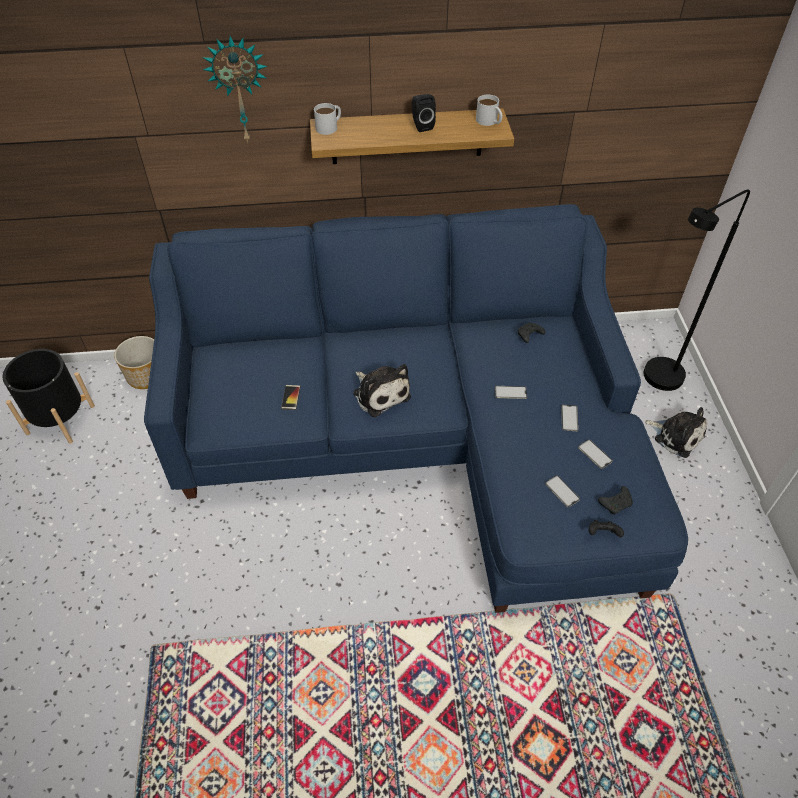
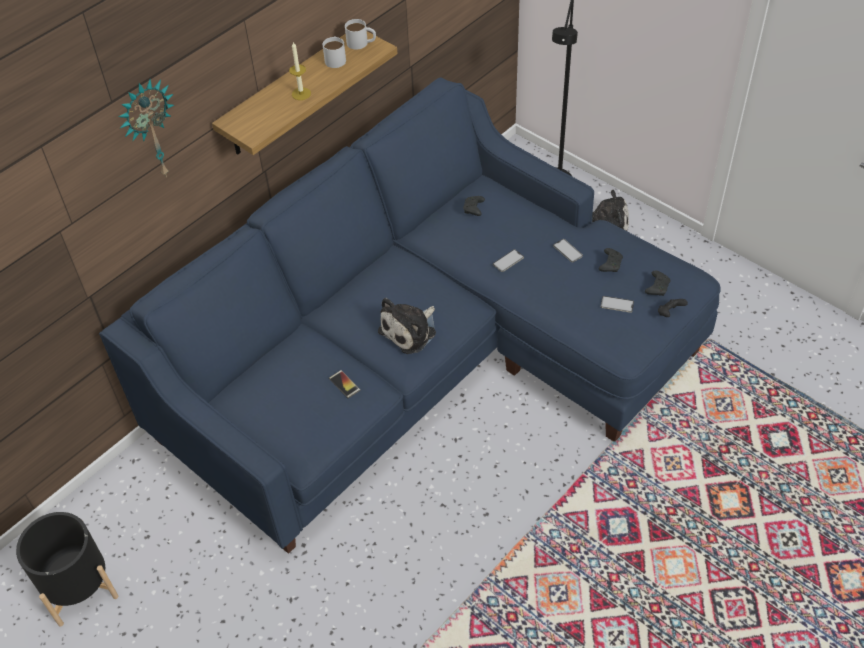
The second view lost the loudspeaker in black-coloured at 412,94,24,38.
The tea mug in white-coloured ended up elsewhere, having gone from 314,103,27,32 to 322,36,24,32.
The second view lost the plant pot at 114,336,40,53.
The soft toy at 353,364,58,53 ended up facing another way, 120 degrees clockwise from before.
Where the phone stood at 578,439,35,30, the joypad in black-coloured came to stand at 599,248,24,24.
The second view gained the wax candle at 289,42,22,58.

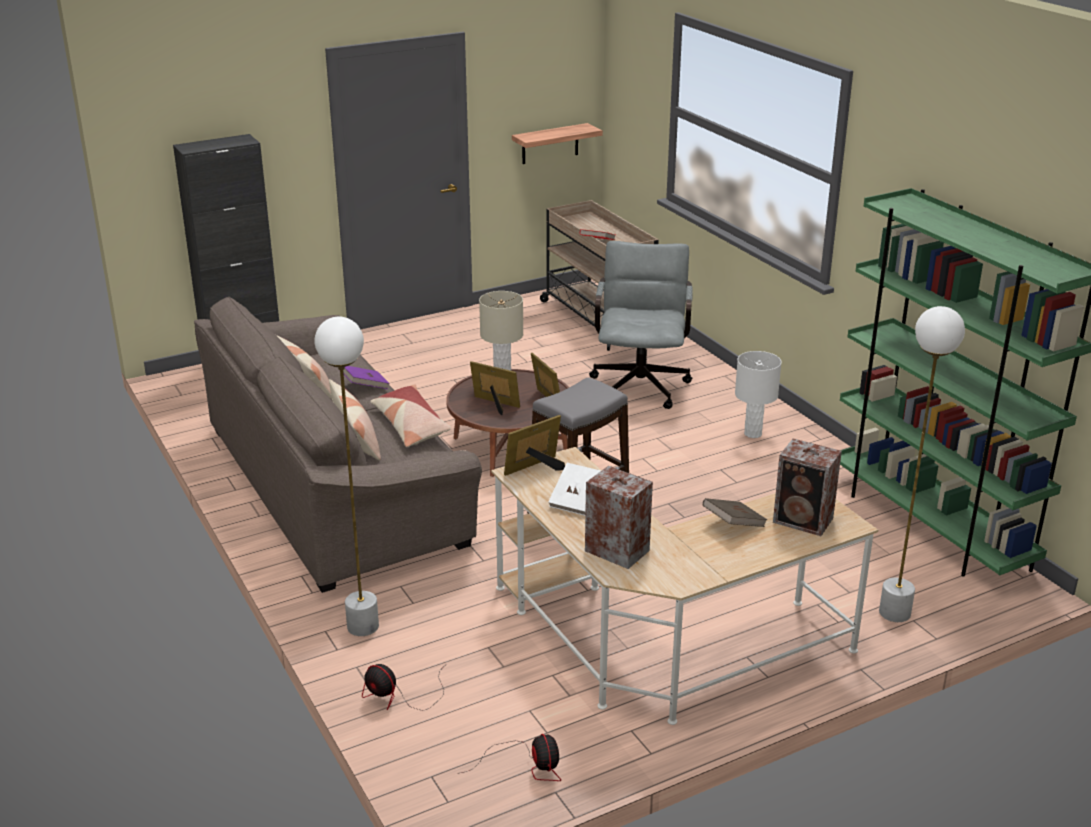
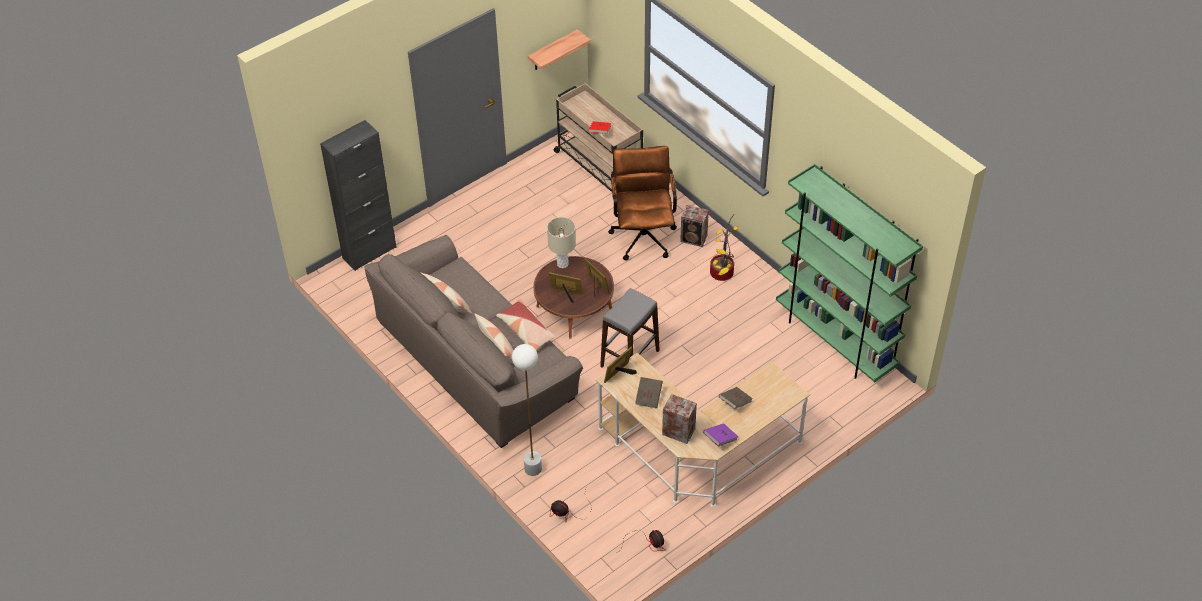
What was the computer chair in gray at 589,241,104,168 turned into the computer chair in brownish at 608,146,69,115.
The second view lost the standard lamp in white-coloured at 879,306,86,316.
Where the table lamp in white-coloured stood at 735,351,47,87, the houseplant came to stand at 710,215,28,66.
The book in purple-coloured ended up elsewhere, having gone from 343,366,47,23 to 703,423,36,24.
The loudspeaker ended up elsewhere, having gone from 773,438,69,98 to 680,205,29,42.
What was the book in white-coloured at 548,463,53,53 turned into the book in brownish at 635,377,28,31.

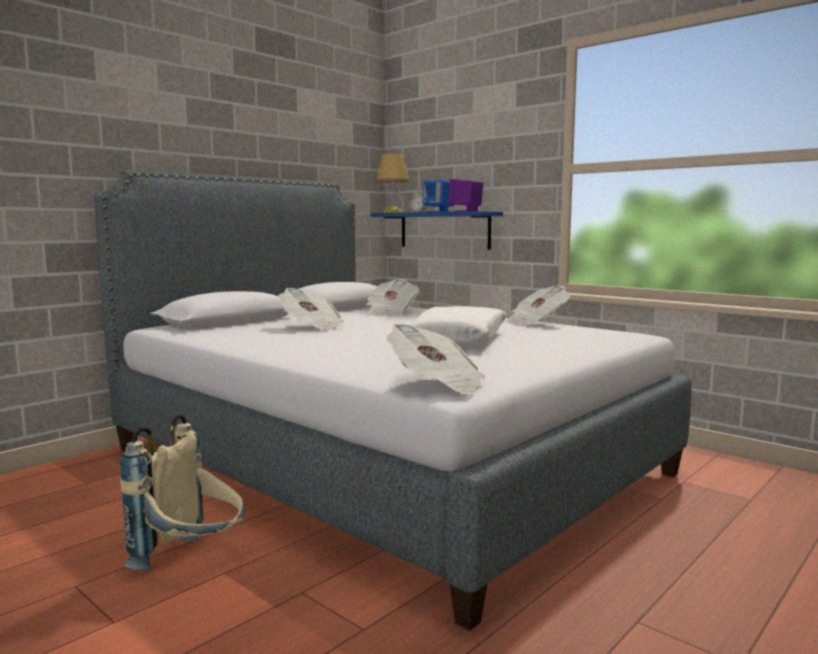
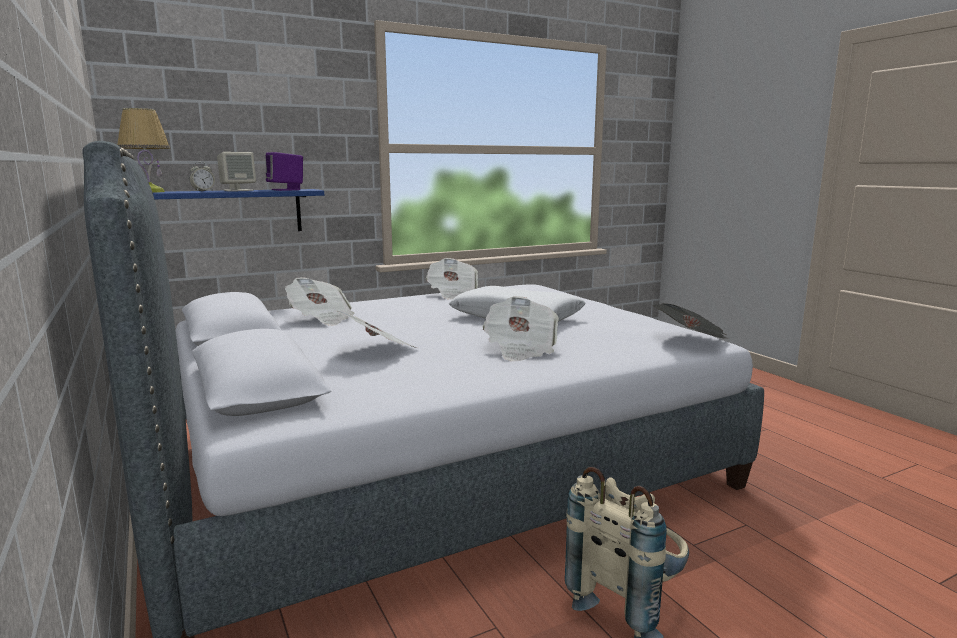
What was the loudspeaker in blue at 422,180,32,32 turned into the loudspeaker in beige at 217,152,39,39.
The second view gained the printed paper at 483,296,76,65.

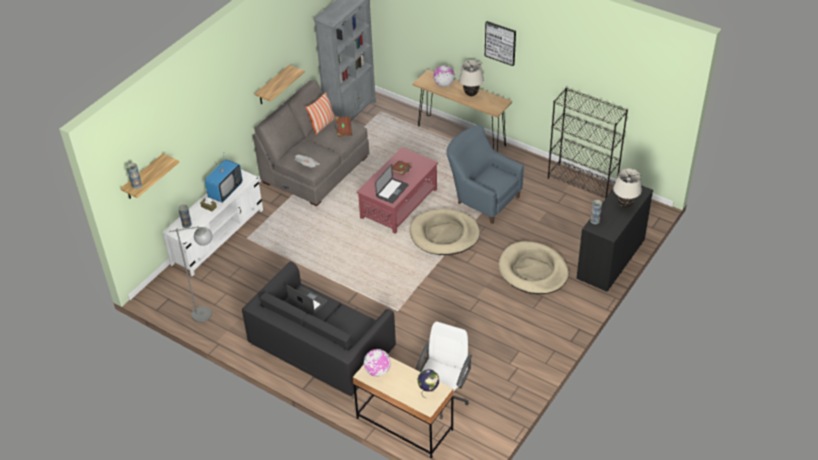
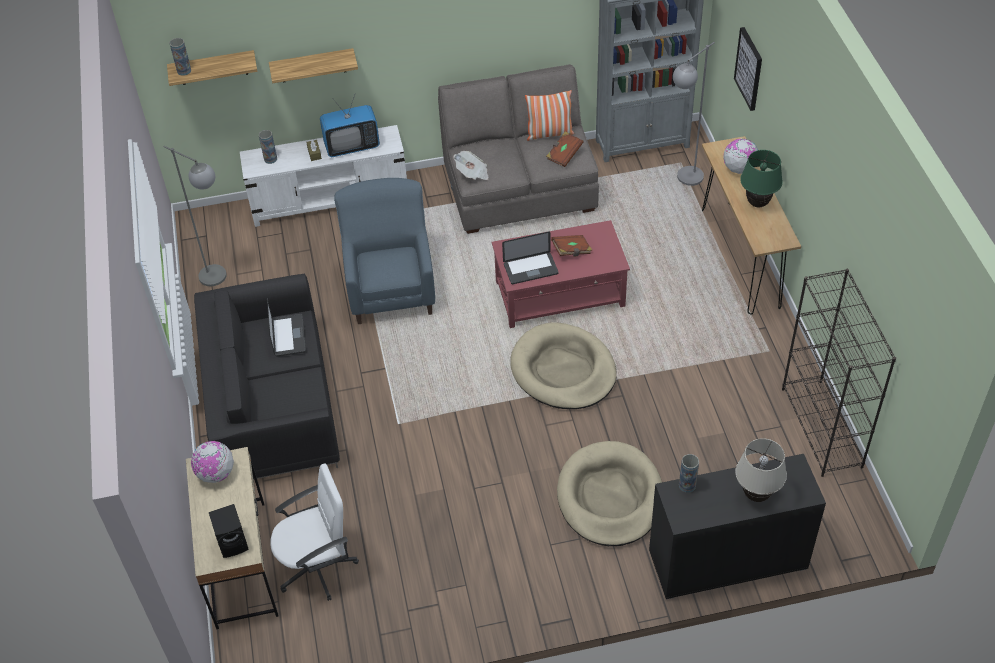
The wall art ended up elsewhere, having gone from 485,21,31,45 to 734,27,28,84.
What was the table lamp in beige at 459,60,25,36 turned into the table lamp in greenish at 740,150,43,58.
The wall shelf ended up elsewhere, having gone from 255,65,50,39 to 269,48,89,35.
The armchair in blue ended up elsewhere, having gone from 446,125,78,99 to 334,178,101,146.
Where the world globe stood at 418,369,21,29, the loudspeaker in black-coloured came to stand at 209,504,40,54.
The second view gained the standard lamp in gray at 673,42,42,144.

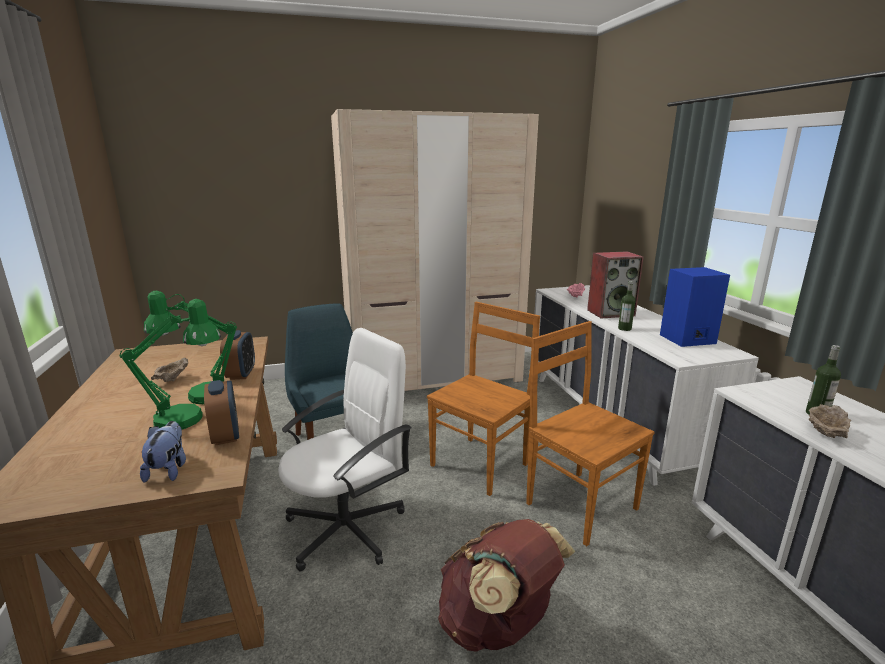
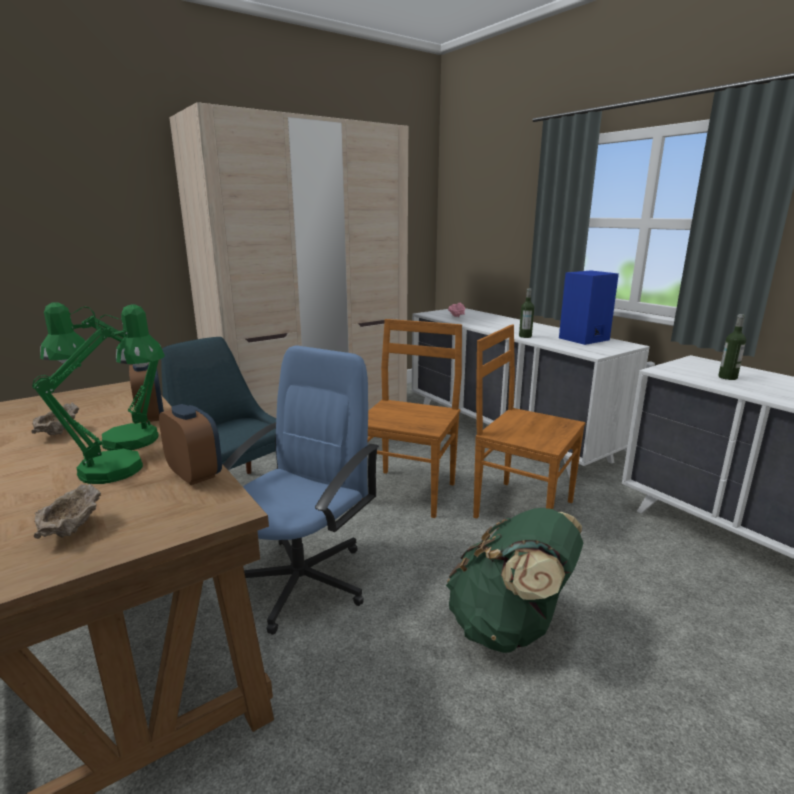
The second view lost the loudspeaker at 587,251,57,68.
What was the computer chair in white-coloured at 278,328,134,243 turned into the computer chair in blue at 223,345,156,290.
The serving bowl in beige ended up elsewhere, having gone from 809,404,43,34 to 34,484,67,55.
The second view lost the soft toy at 140,421,46,62.
What was the backpack in brownish at 438,519,138,133 turned into the backpack in greenish at 446,508,137,145.

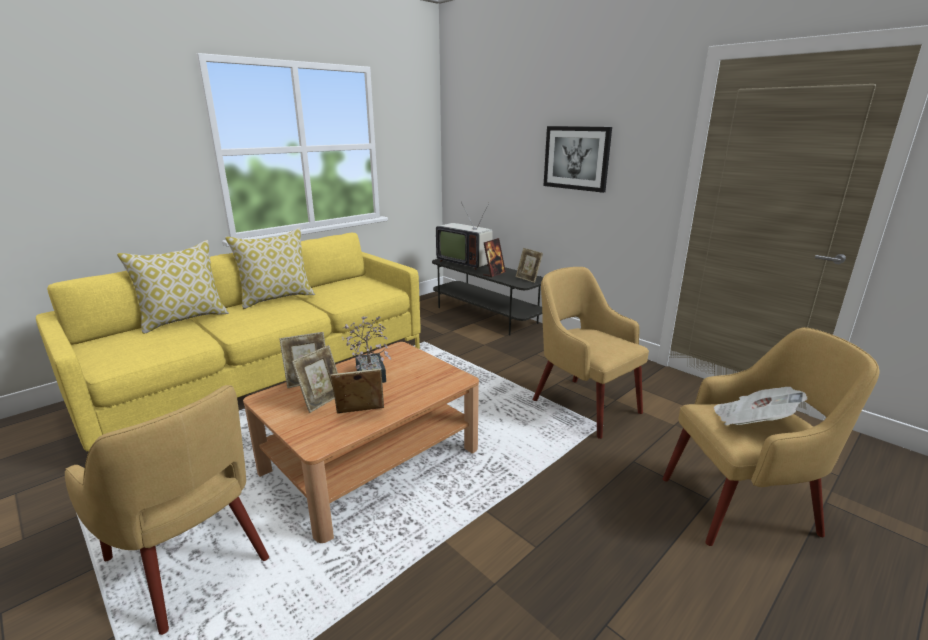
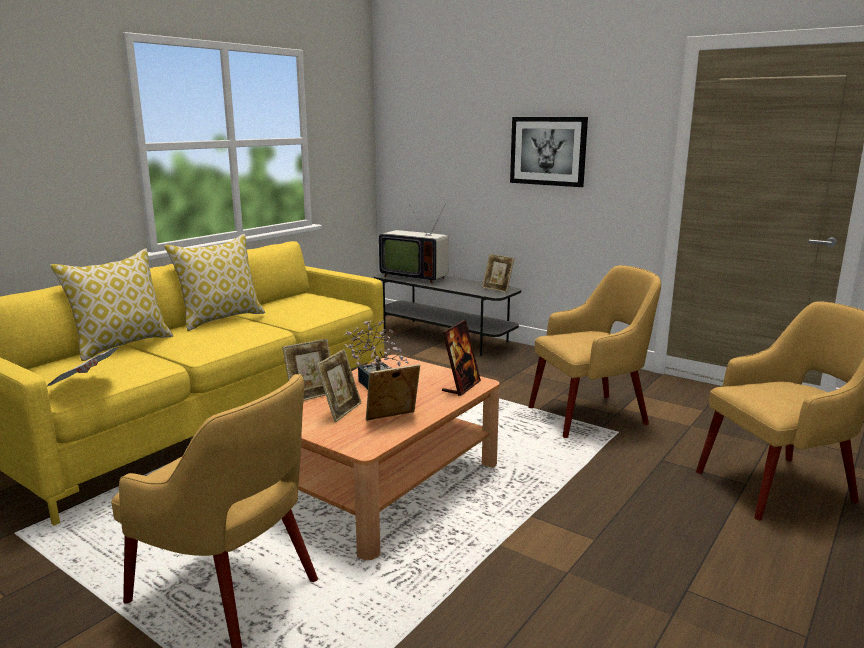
The picture frame ended up elsewhere, having gone from 483,238,23,40 to 442,320,39,76.
The armchair in yellow at 533,267,116,172 ended up facing another way, 120 degrees clockwise from before.
The printed paper ended up elsewhere, having gone from 714,387,93,38 to 47,347,72,40.

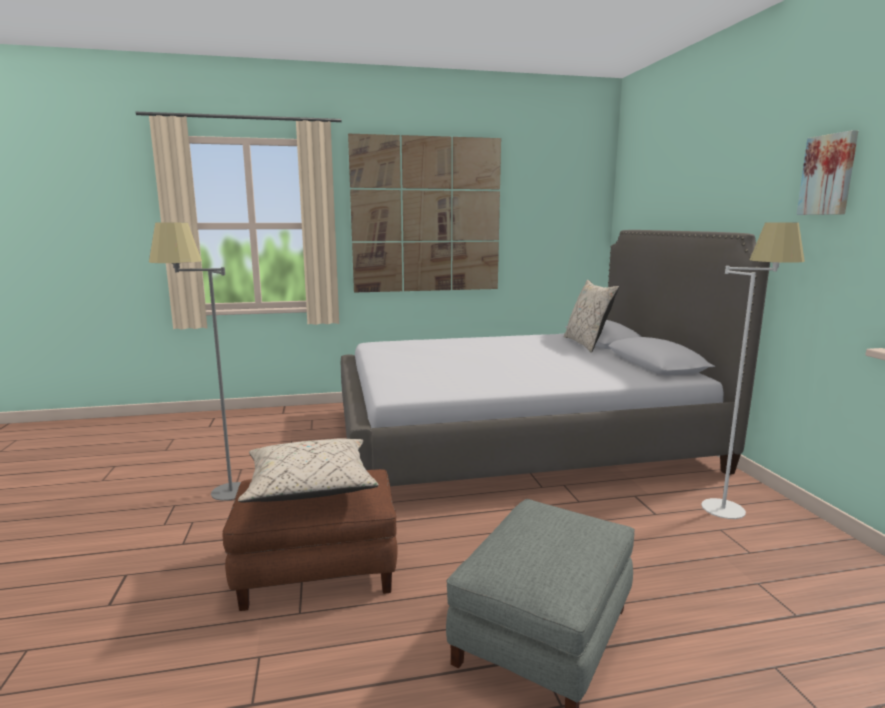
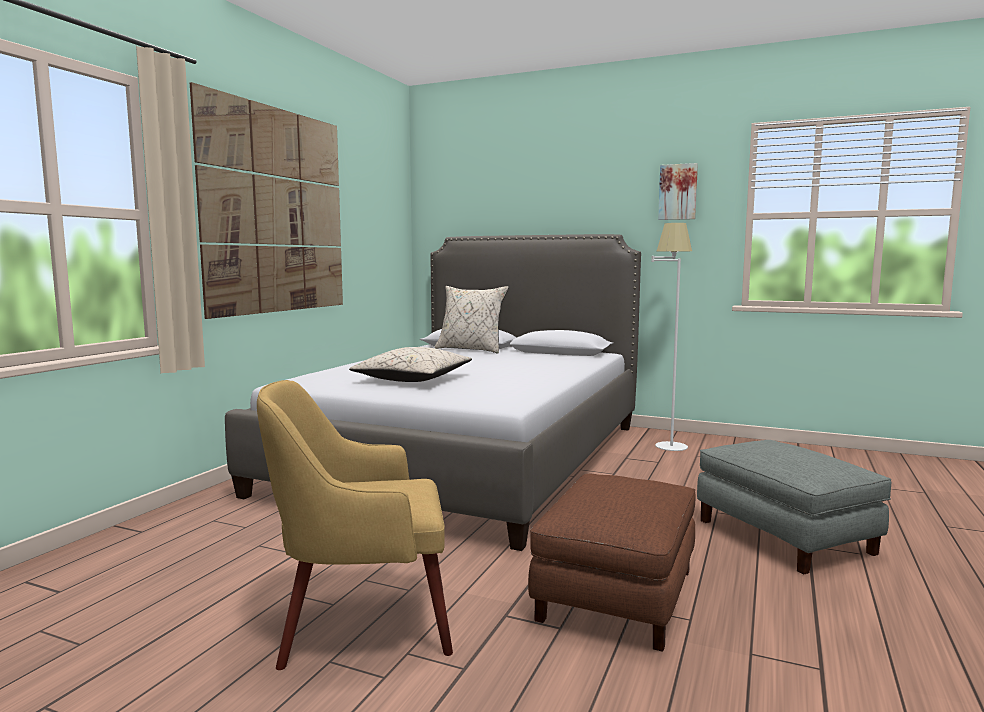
Where the standard lamp in gray stood at 149,222,92,279, the armchair in yellow came to stand at 257,380,196,290.
The throw pillow in beige ended up elsewhere, having gone from 238,439,141,63 to 349,347,123,35.

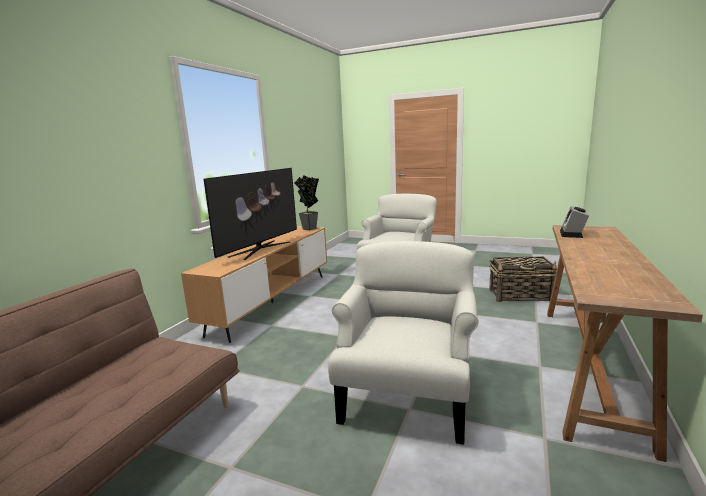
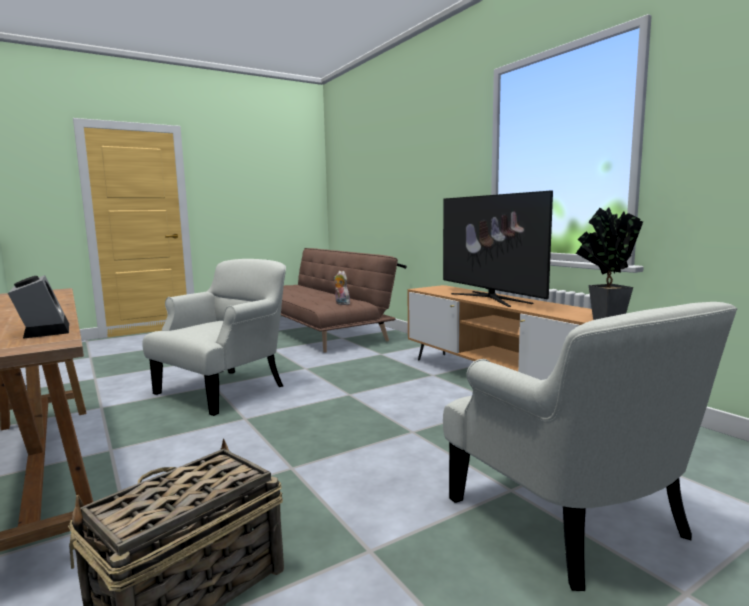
The armchair in white-coloured at 328,241,151,204 ended up facing another way, 105 degrees counterclockwise from before.
The second view gained the soft toy at 334,271,16,34.

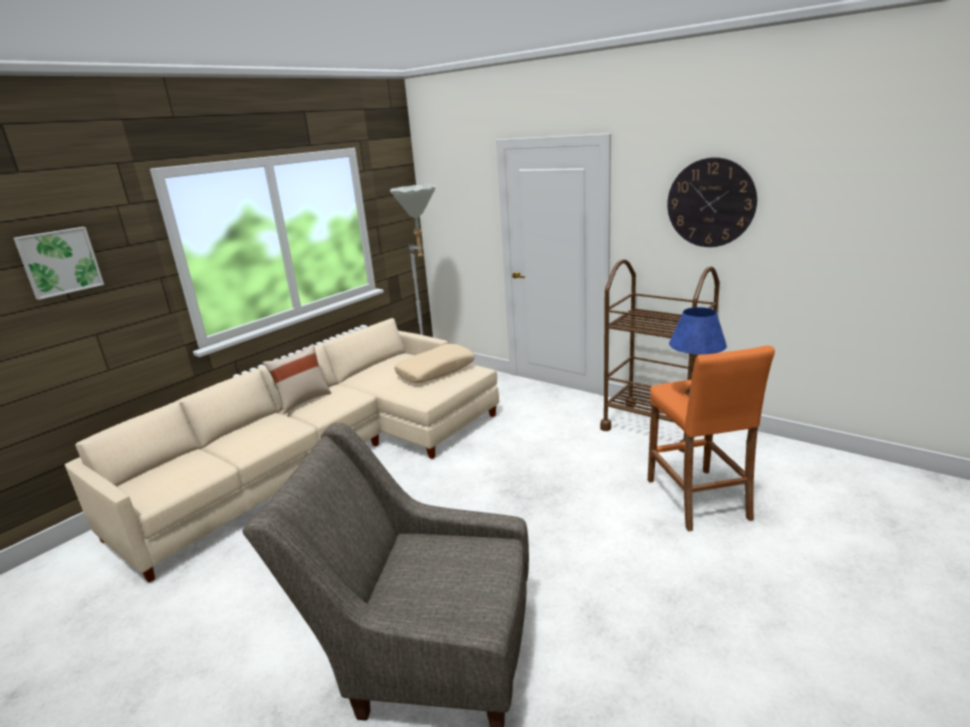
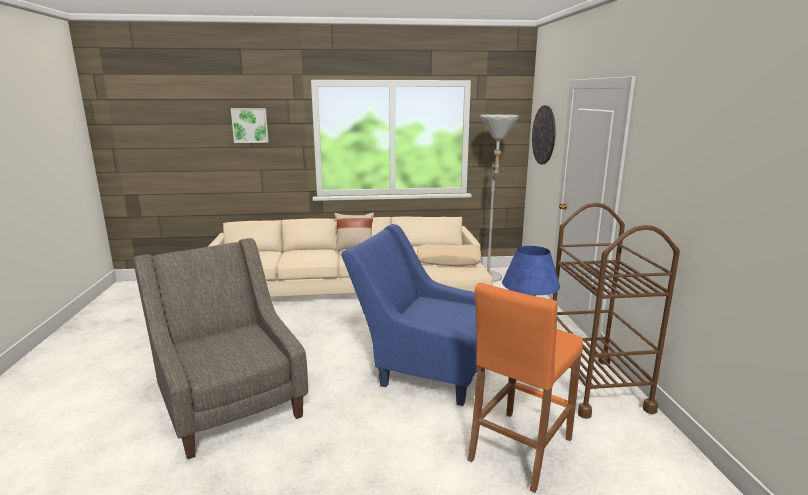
The clock on the wall ended up elsewhere, having gone from 667,157,90,90 to 532,105,24,59.
The second view gained the armchair in blue at 341,224,136,182.

